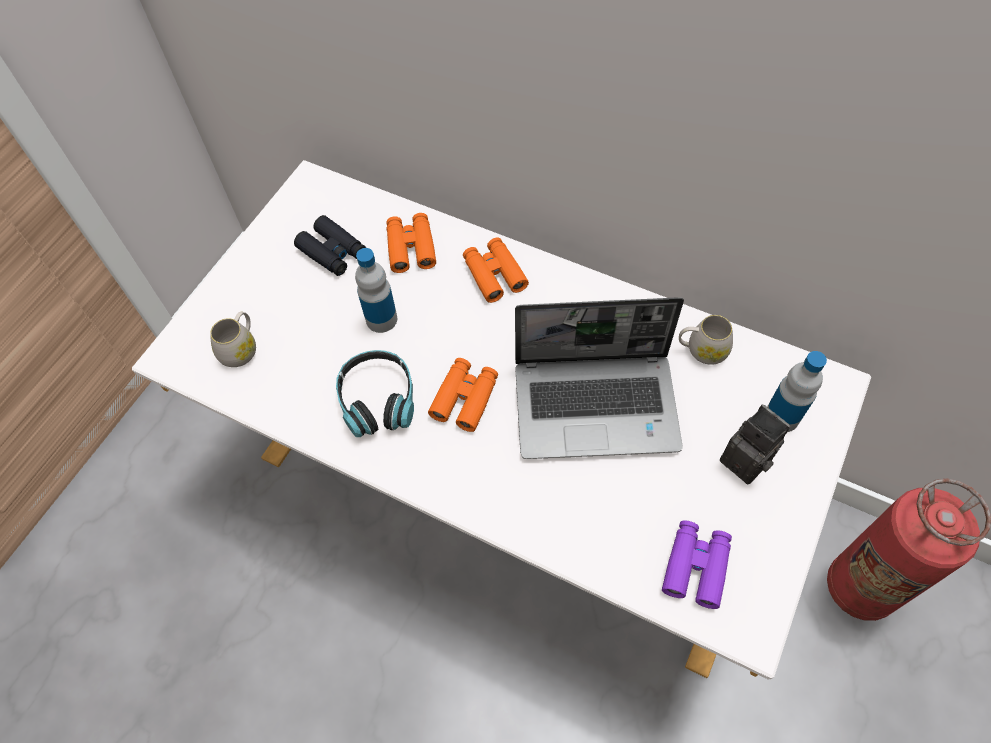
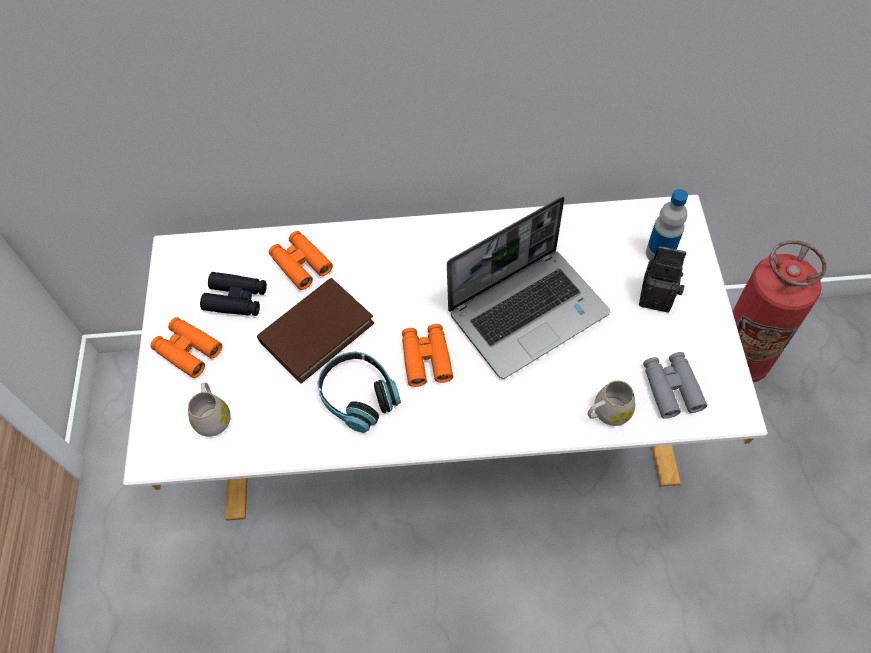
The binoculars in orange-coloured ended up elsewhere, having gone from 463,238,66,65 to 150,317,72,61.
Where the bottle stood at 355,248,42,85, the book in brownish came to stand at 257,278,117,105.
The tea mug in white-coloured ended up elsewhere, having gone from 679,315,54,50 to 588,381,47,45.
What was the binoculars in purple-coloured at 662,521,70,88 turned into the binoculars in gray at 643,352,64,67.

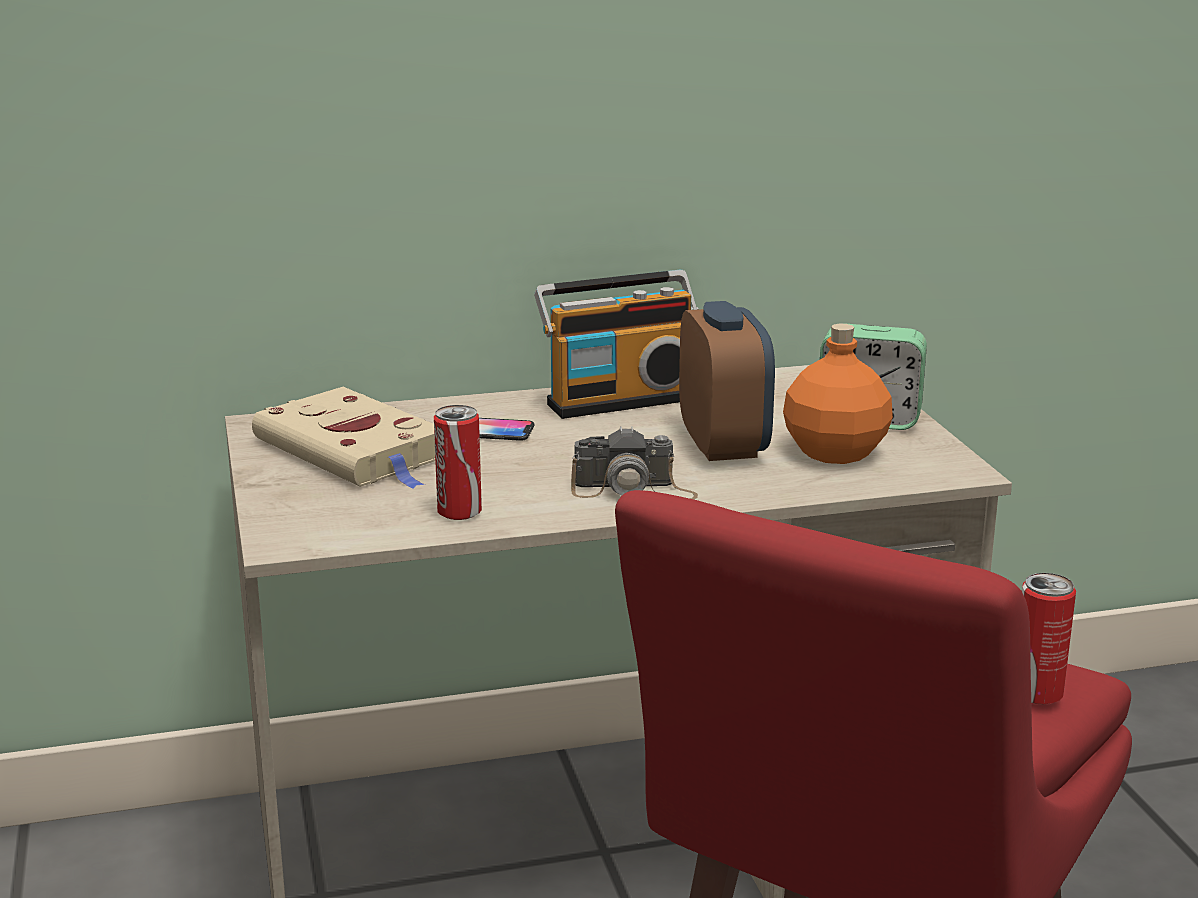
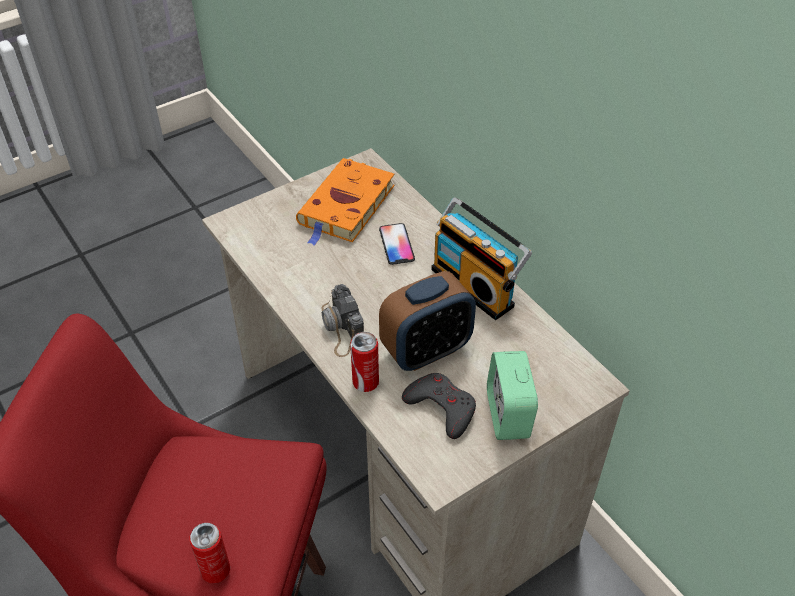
Where the bottle in orange-coloured stood at 783,323,110,141, the joypad in gray came to stand at 402,373,74,66.
What was the book in beige at 252,387,183,101 turned into the book in orange-coloured at 296,158,99,88.
The metal can ended up elsewhere, having gone from 434,405,48,115 to 350,332,29,60.

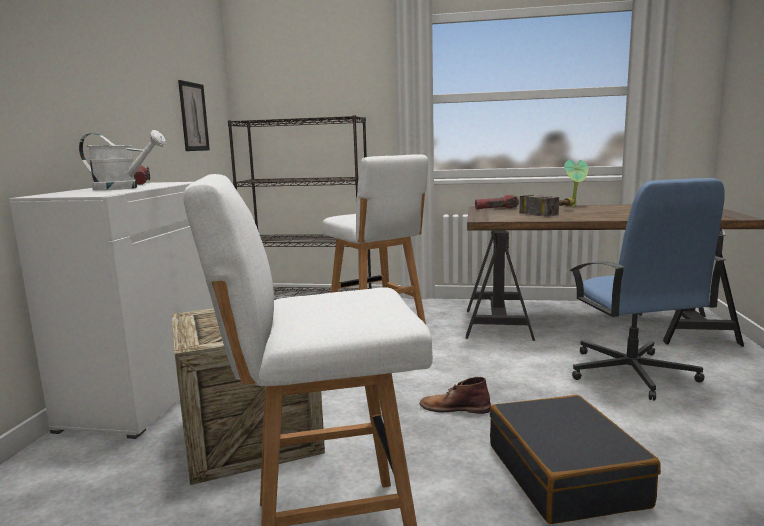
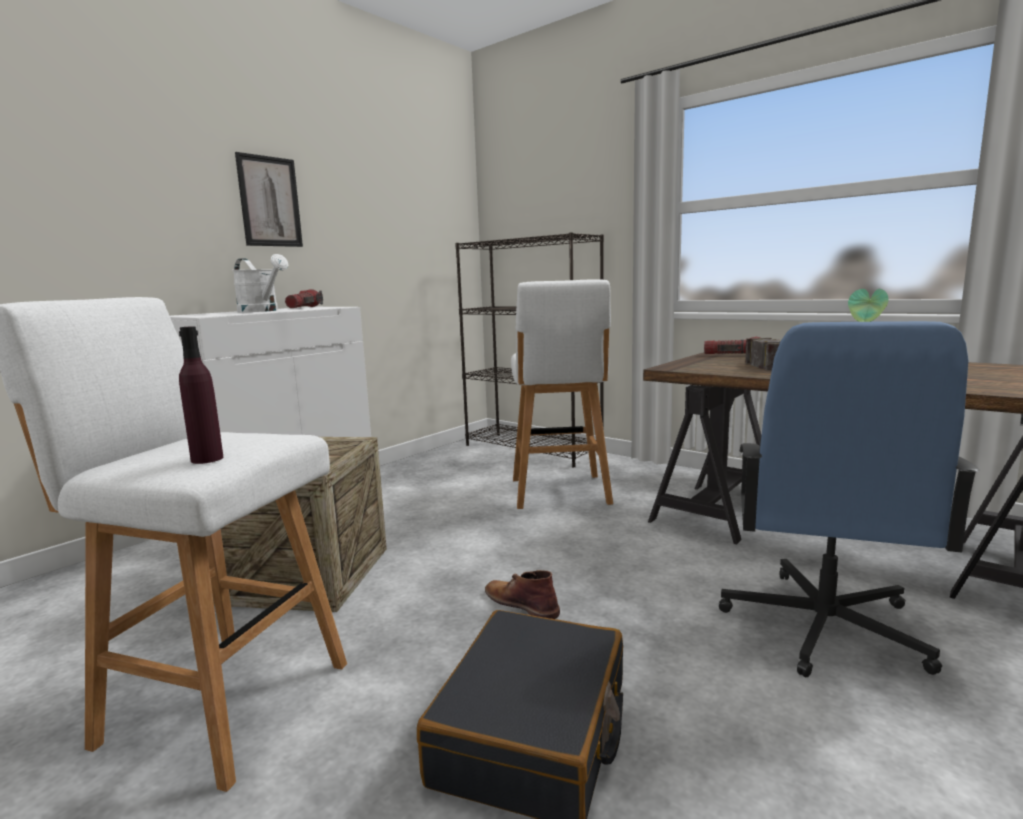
The wall art ended up elsewhere, having gone from 178,80,32,71 to 235,152,68,95.
The second view gained the bottle in purple-coloured at 179,326,44,138.

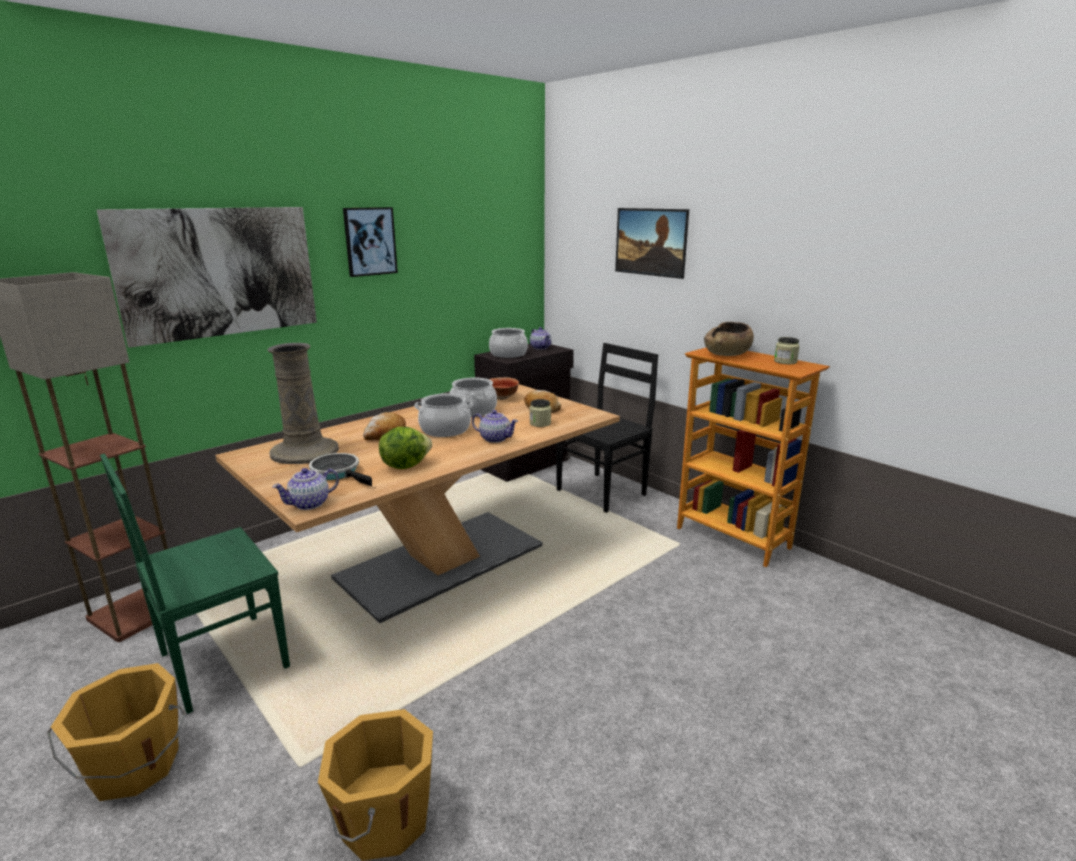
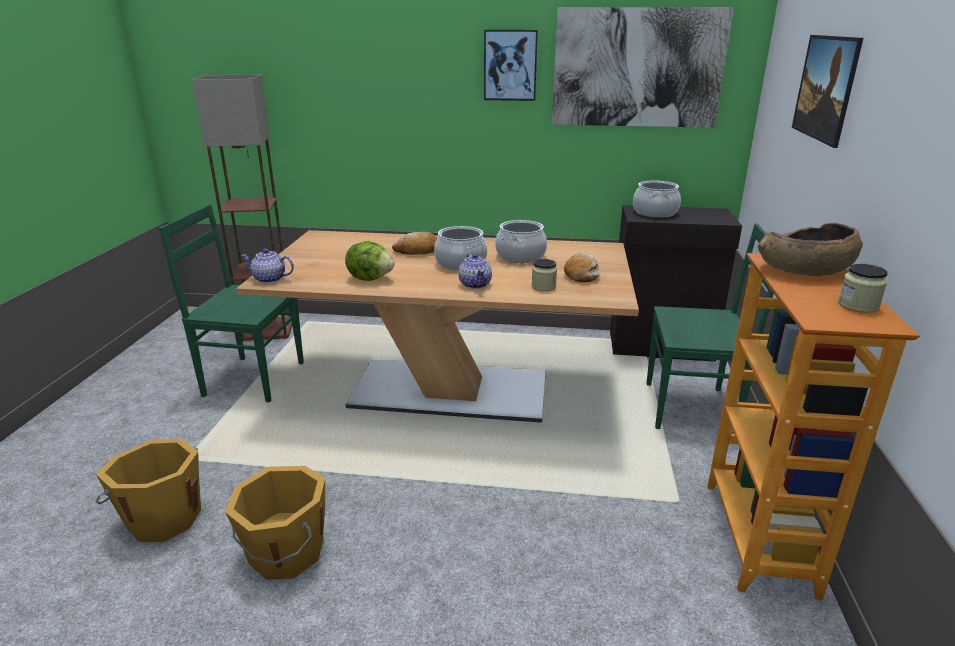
The wall art ended up elsewhere, having gone from 97,207,220,141 to 552,7,182,121.
The second view lost the teapot at 530,327,21,23.
The second view lost the vase in beige at 268,343,71,121.
What was the chair in black-coloured at 556,343,102,170 turned into the chair in greenish at 646,223,128,211.
The second view lost the serving bowl at 489,377,30,23.
The second view lost the pan at 309,453,63,33.
The pail in orange-coloured ended up elsewhere, having gone from 47,663,138,138 to 225,466,100,114.

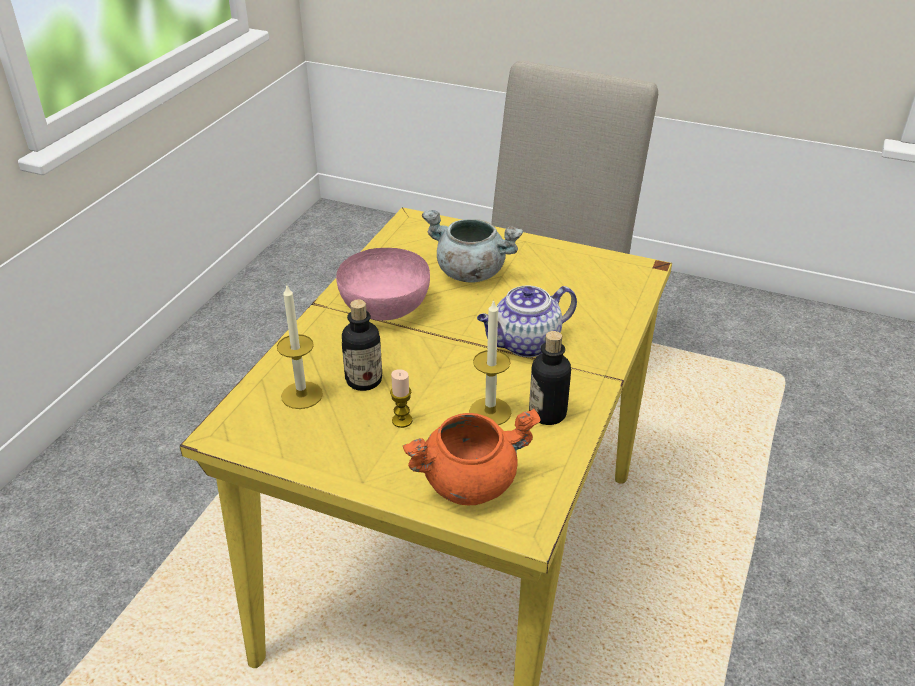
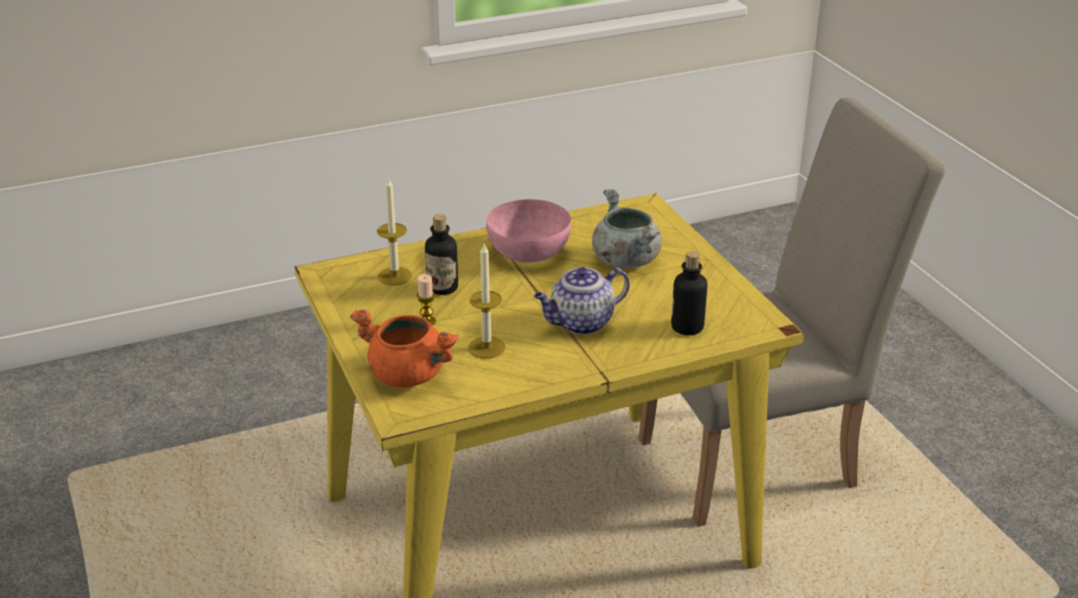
The teapot at 477,285,100,72 ended up facing another way, 45 degrees counterclockwise from before.
The bottle ended up elsewhere, having gone from 529,331,42,94 to 671,251,36,84.

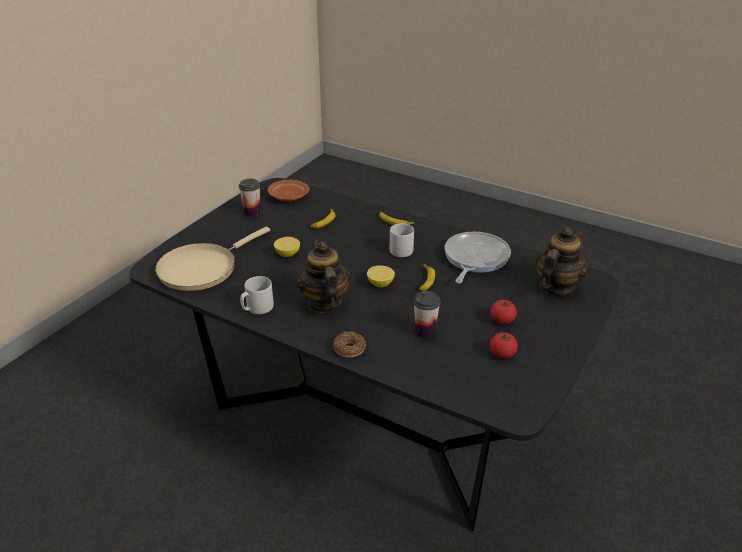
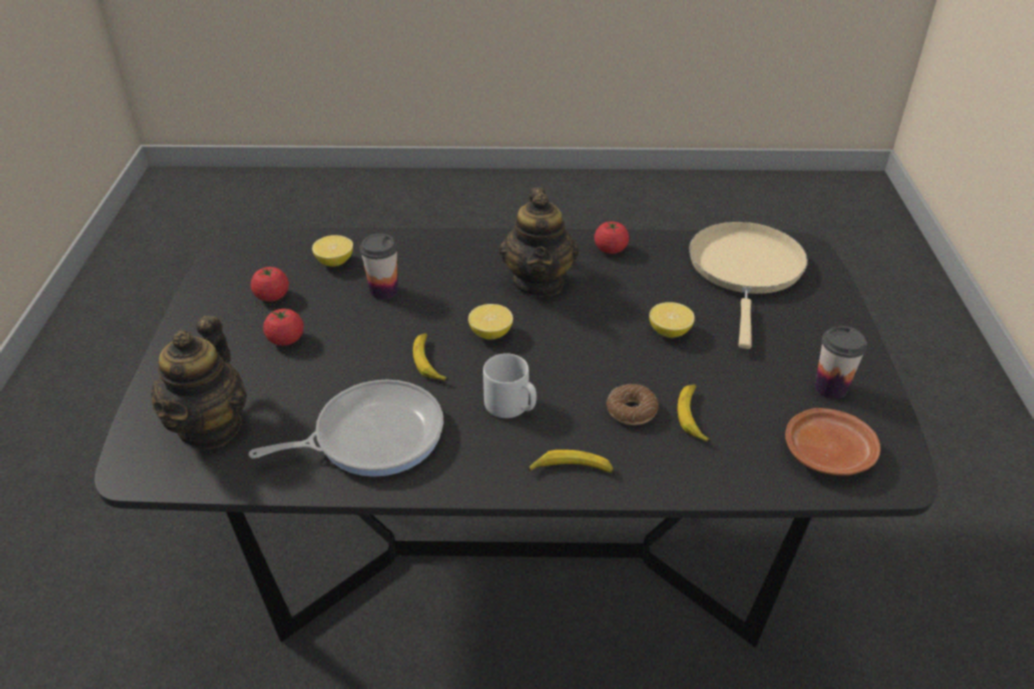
The pan at 445,232,66,51 ended up facing another way, 105 degrees counterclockwise from before.
The teapot at 297,240,54,73 ended up facing another way, 45 degrees clockwise from before.
Where the tea mug in gray stood at 240,276,34,38, the tomato came to stand at 594,222,35,32.
The doughnut ended up elsewhere, having gone from 333,332,33,26 to 606,384,52,41.
The second view gained the citrus fruit at 312,235,41,32.

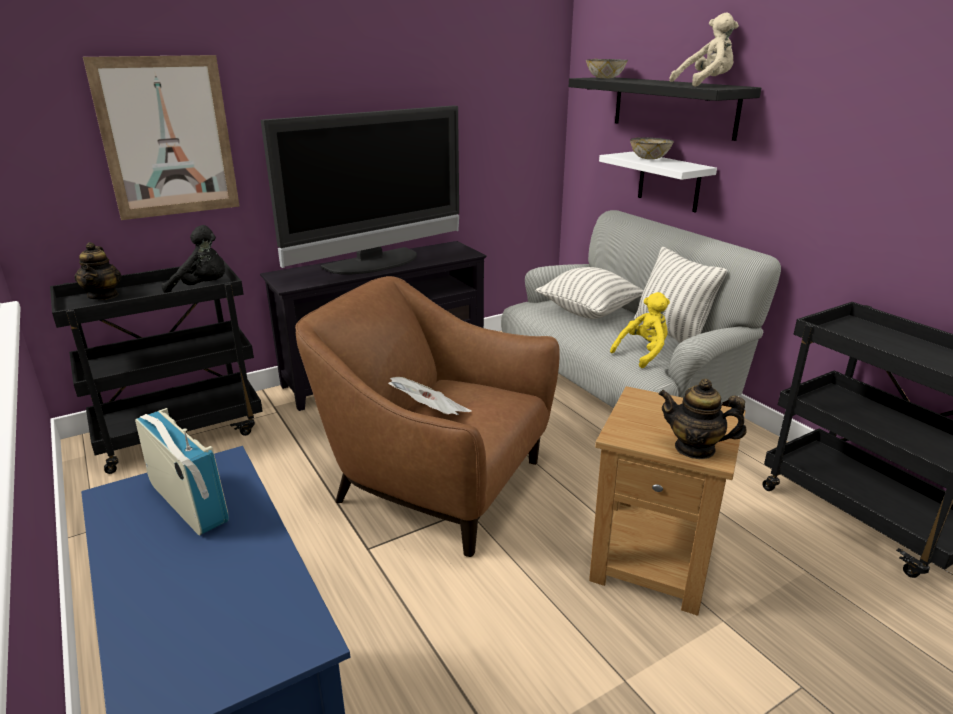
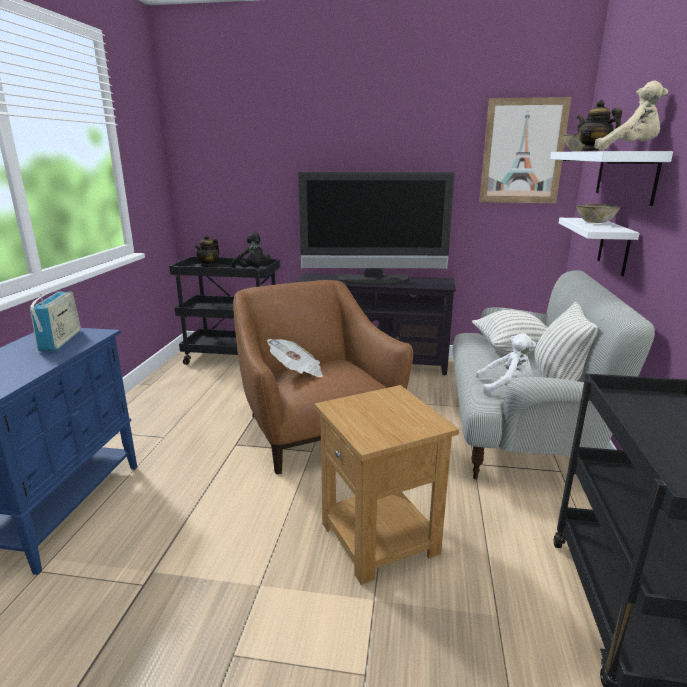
The wall art ended up elsewhere, having gone from 83,55,156,165 to 479,97,92,106.
What was the wall shelf in black-coloured at 569,77,192,64 turned into the wall shelf in white-coloured at 550,151,123,55.
What was the soft toy in yellow at 610,292,60,76 turned into the soft toy in white-coloured at 476,333,60,61.
The teapot ended up elsewhere, having gone from 659,379,87,80 to 577,100,45,51.

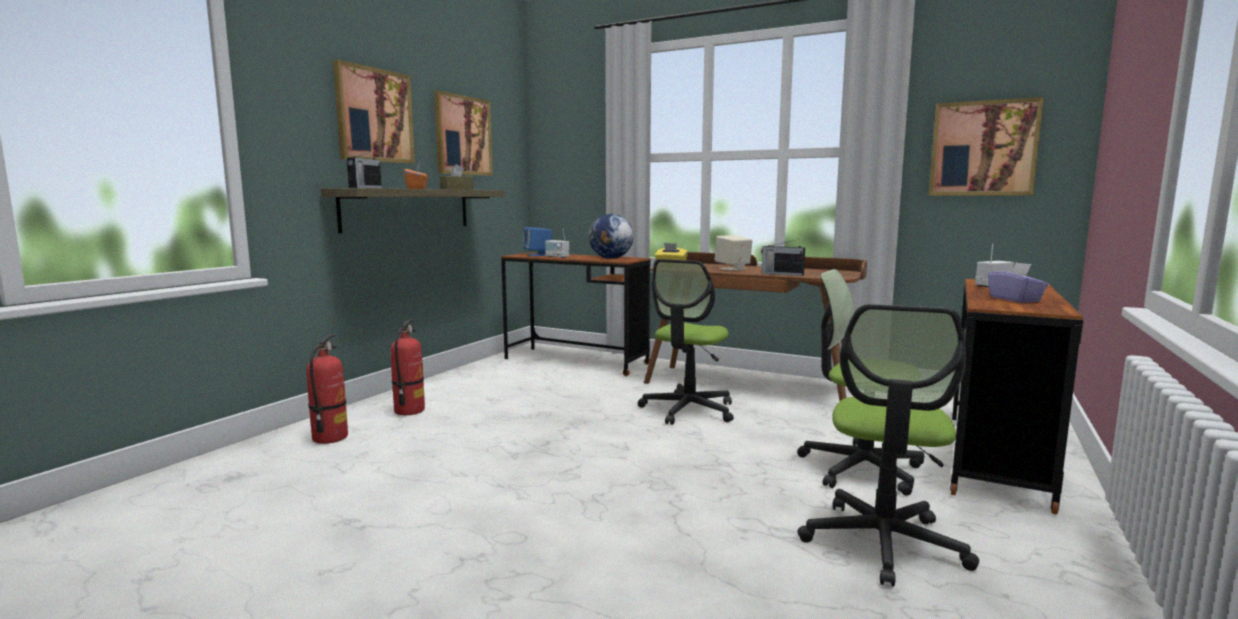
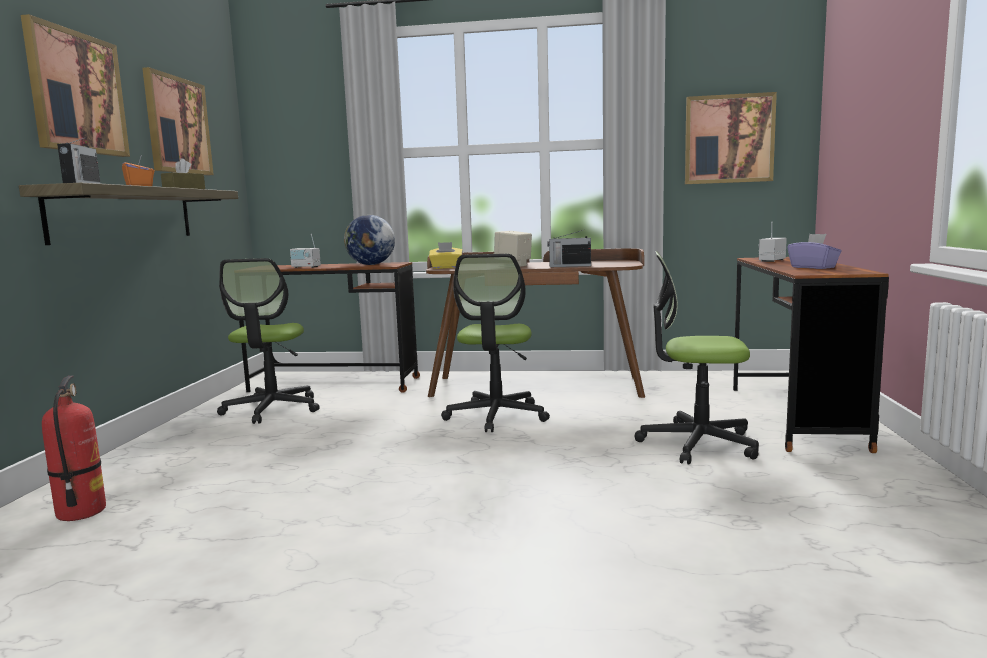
The second view lost the loudspeaker in blue at 523,227,29,29.
The computer chair ended up elsewhere, having gone from 797,304,182,283 to 217,258,103,166.
The second view lost the extinguisher at 391,319,34,96.

